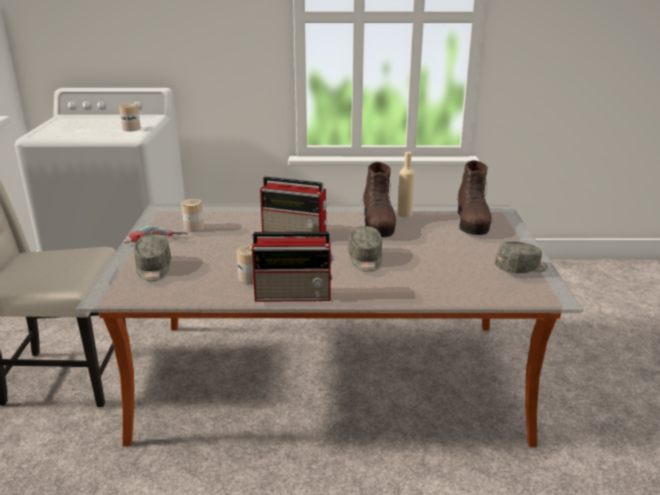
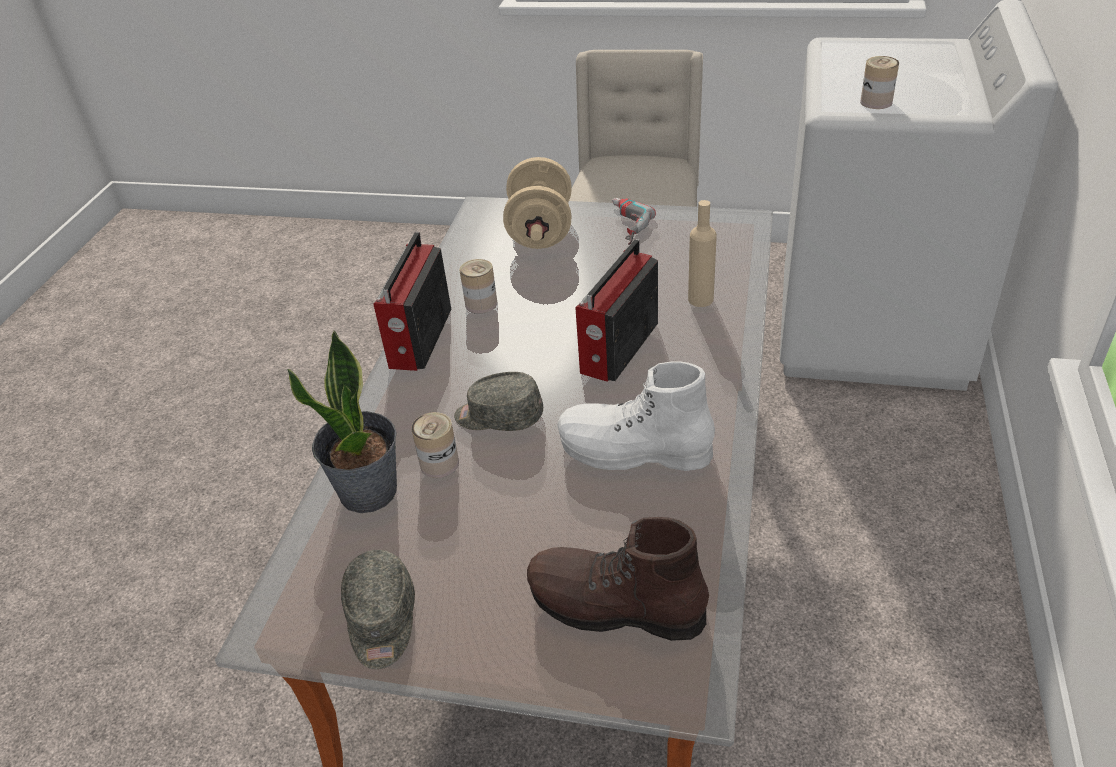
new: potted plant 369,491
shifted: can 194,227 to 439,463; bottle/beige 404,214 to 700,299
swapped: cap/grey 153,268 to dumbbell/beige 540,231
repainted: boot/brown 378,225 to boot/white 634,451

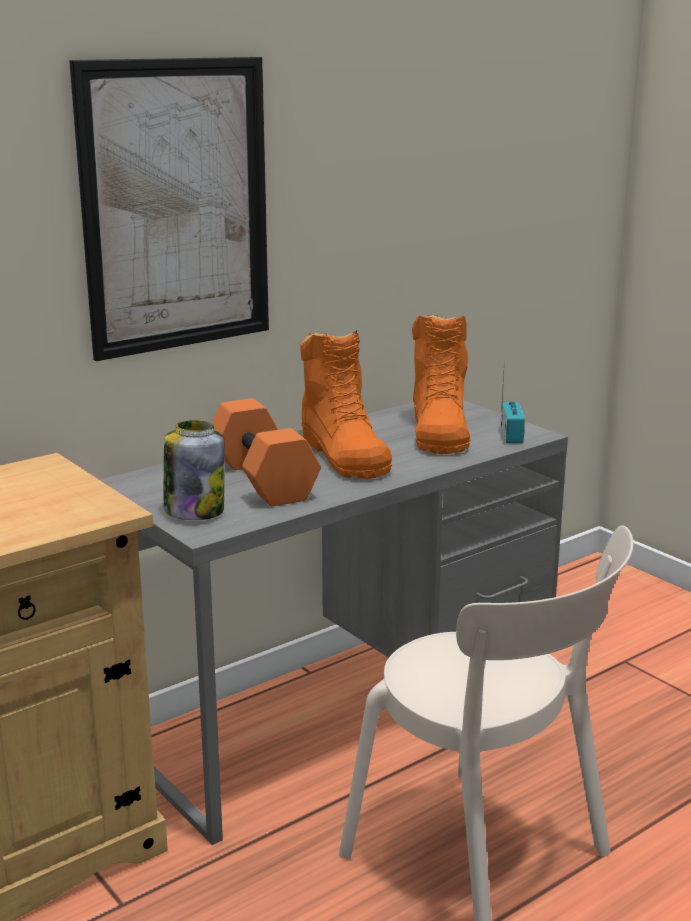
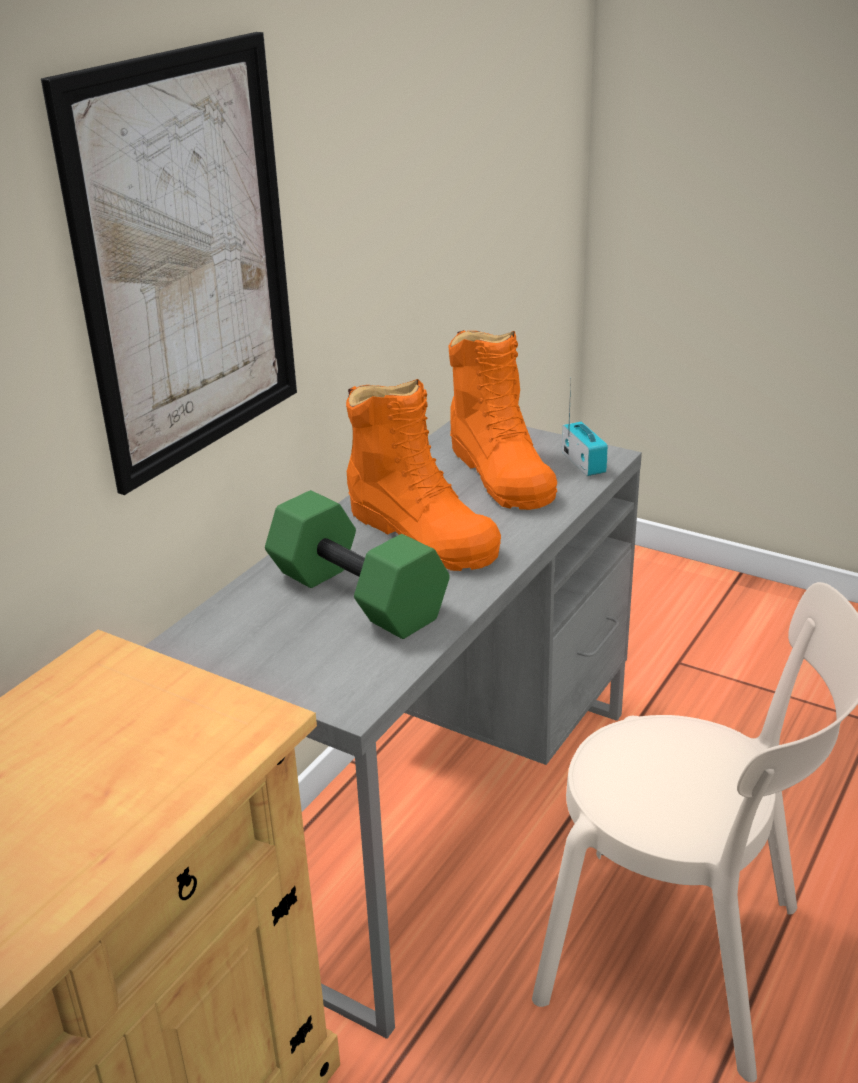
gone: jar 194,510
repainted: dumbbell/orange 265,479 to dumbbell/green 360,595

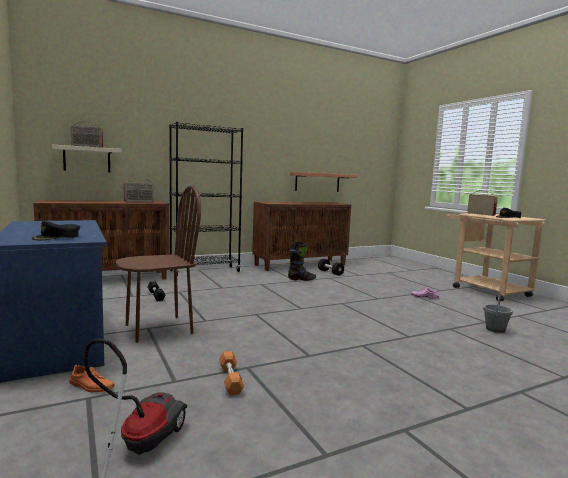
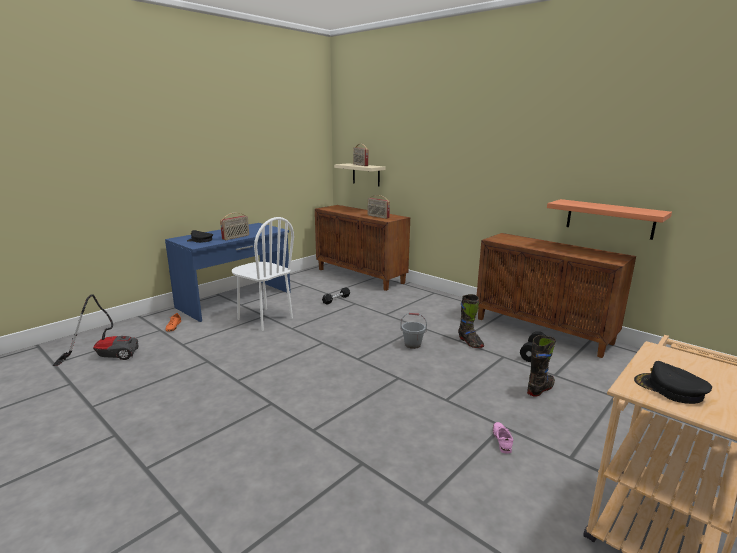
gone: bookcase/black 205,271; dumbbell/orange 230,379
new: boot/black 540,389
shifted: radio 481,214 to 236,237; bucket/grey 495,329 to 412,345
repainted: chair/brown 158,329 to chair/white 265,319

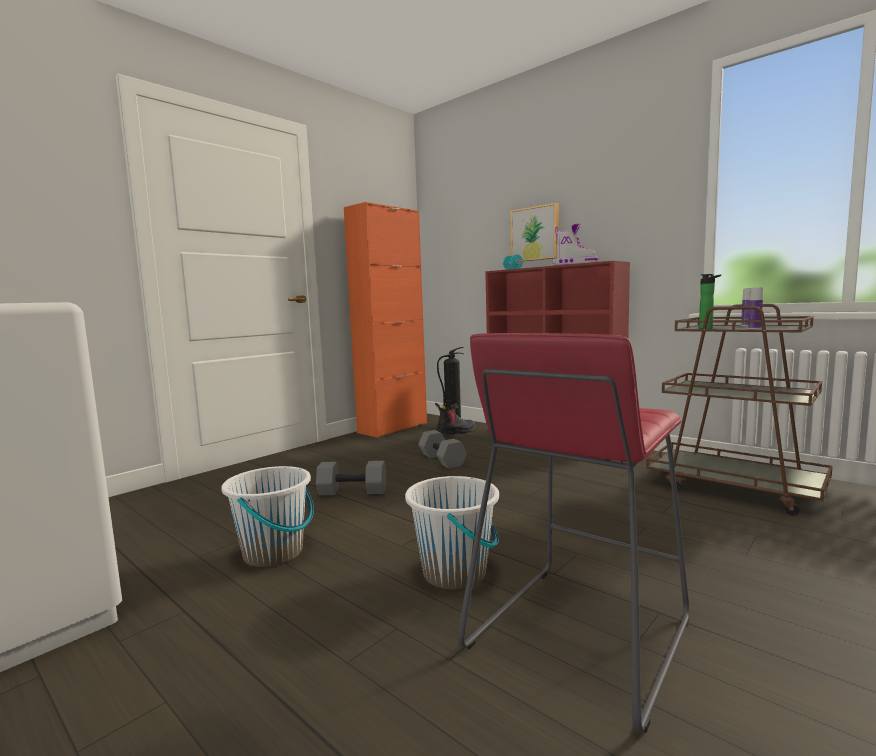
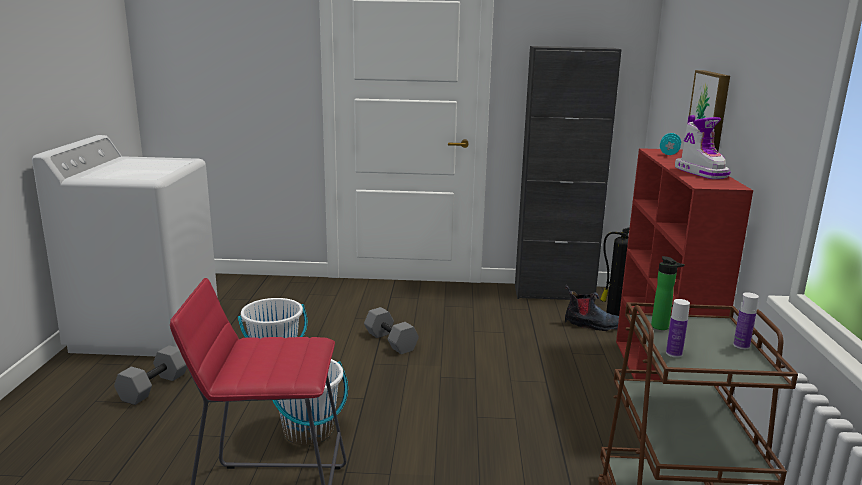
shifted: dumbbell/grey 443,460 to 154,387
repainted: cabinet/orange 393,428 to cabinet/black 553,293

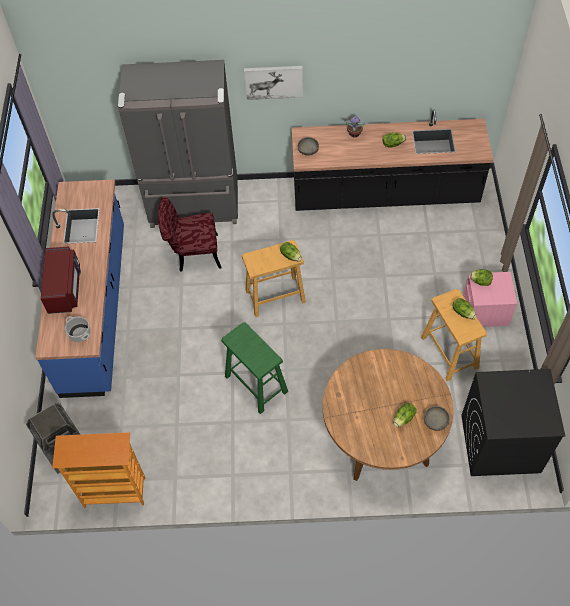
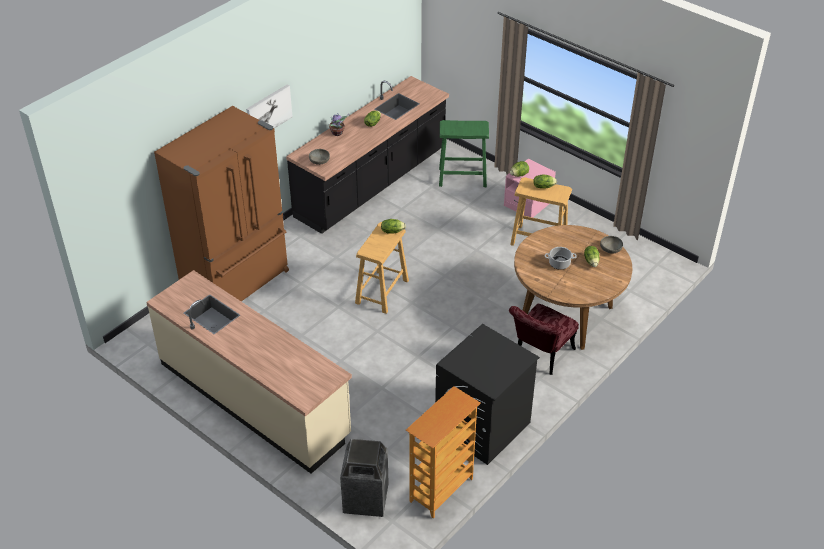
gone: microwave/red 65,288
shifted: washing machine/black 499,444 to 482,426; stool/green 256,384 to 463,177; chair/red 193,254 to 540,356; cooking pot 80,333 to 559,263
repainted: counter/blue 96,309 to counter/beige 254,399; fridge/grey 194,206 to fridge/brown 238,282

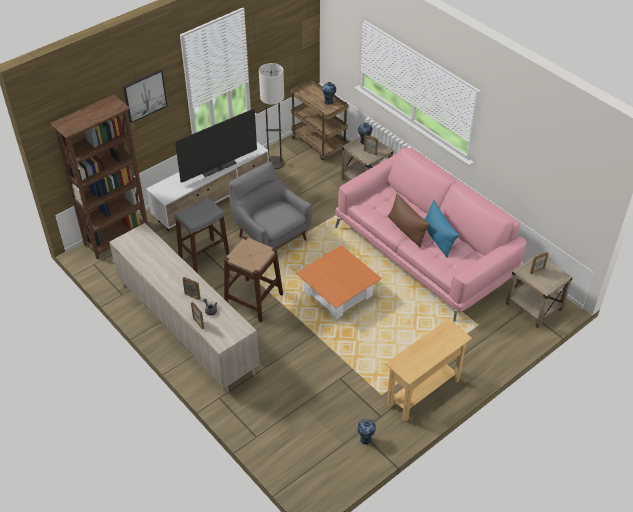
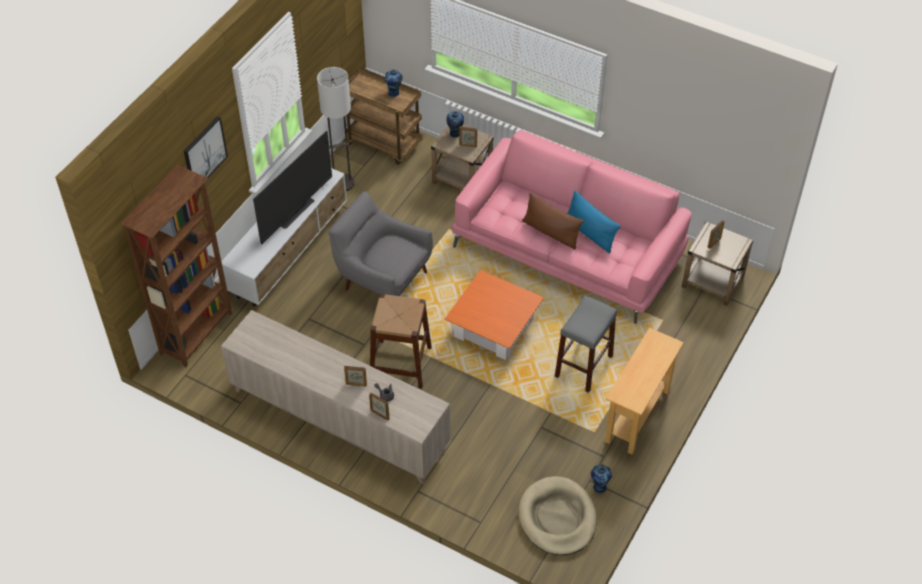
new: dog bed/beige 557,518
shifted: stool/grey 204,256 to 583,366

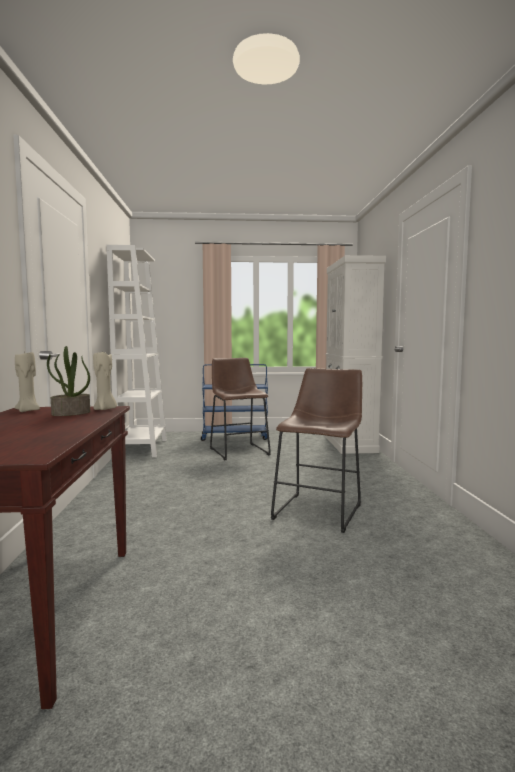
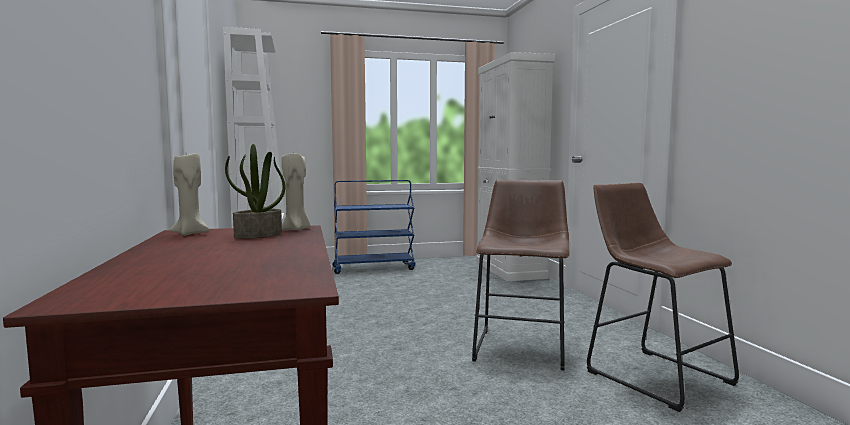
shifted: stool/brown 238,450 to 652,374

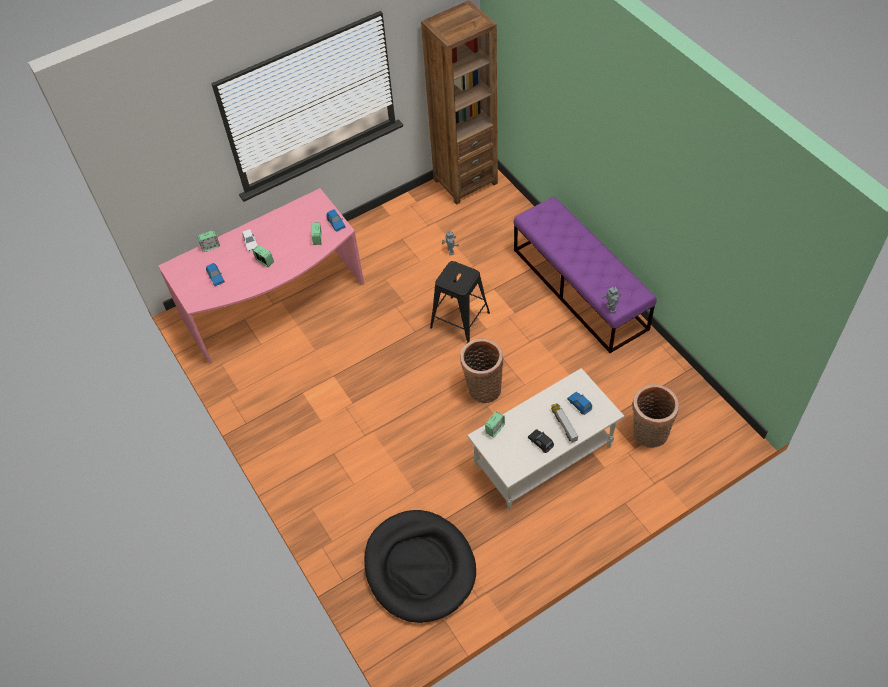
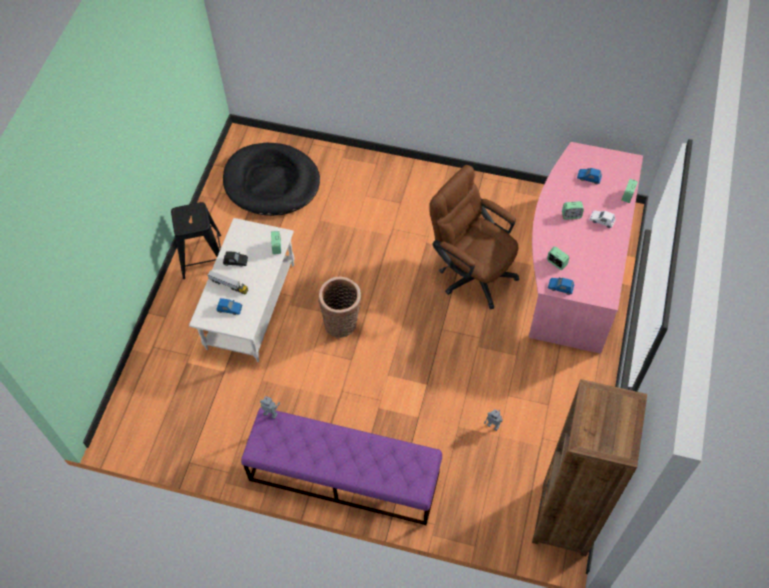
gone: basket 648,434
new: office chair/brown 472,271
shifted: stool/black 460,320 to 202,256

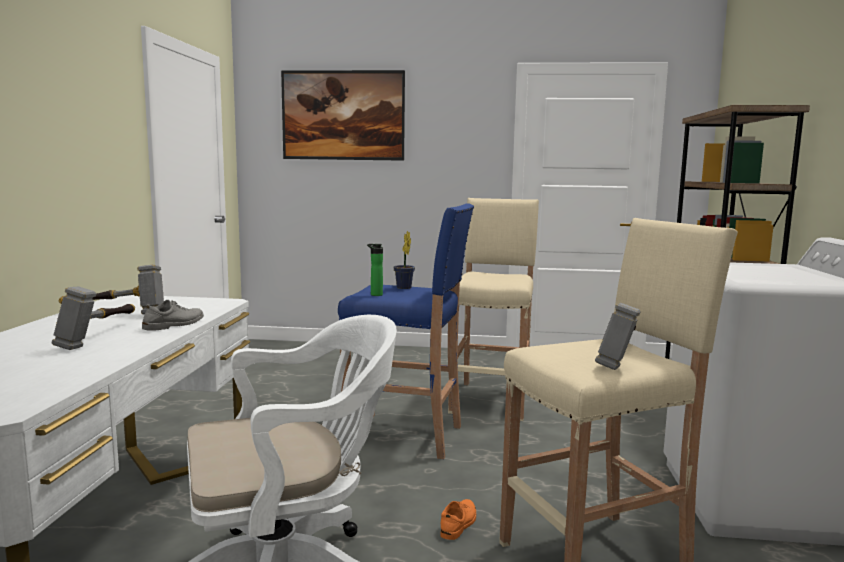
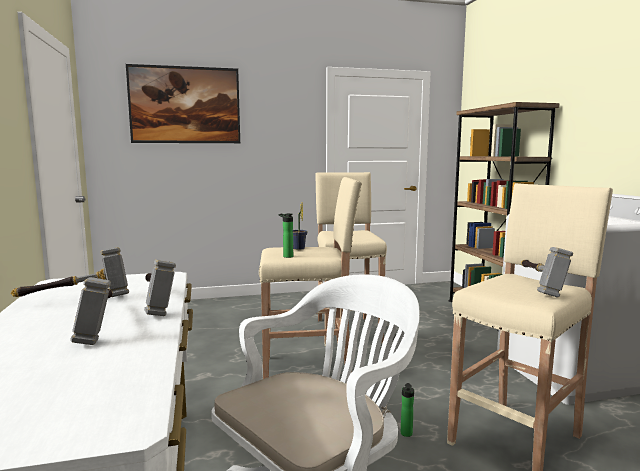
swapped: shoe/grey 174,324 to hammer 156,303; shoe/orange 459,523 to bottle 406,434
repainted: stool/blue 406,436 to stool/beige 309,370

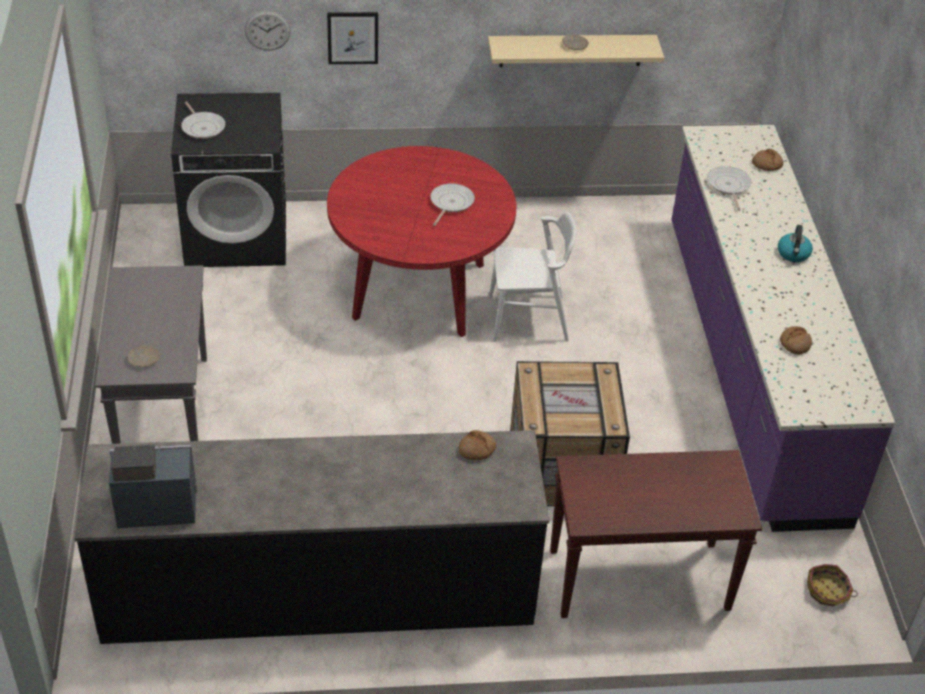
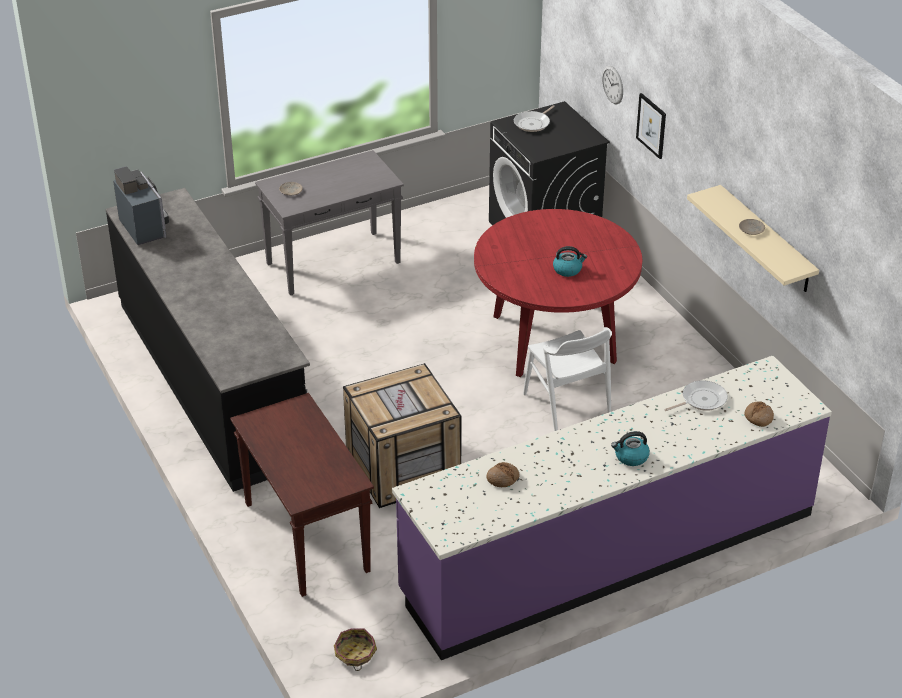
gone: bread 476,449
swapped: frying pan 450,203 to kettle 568,269

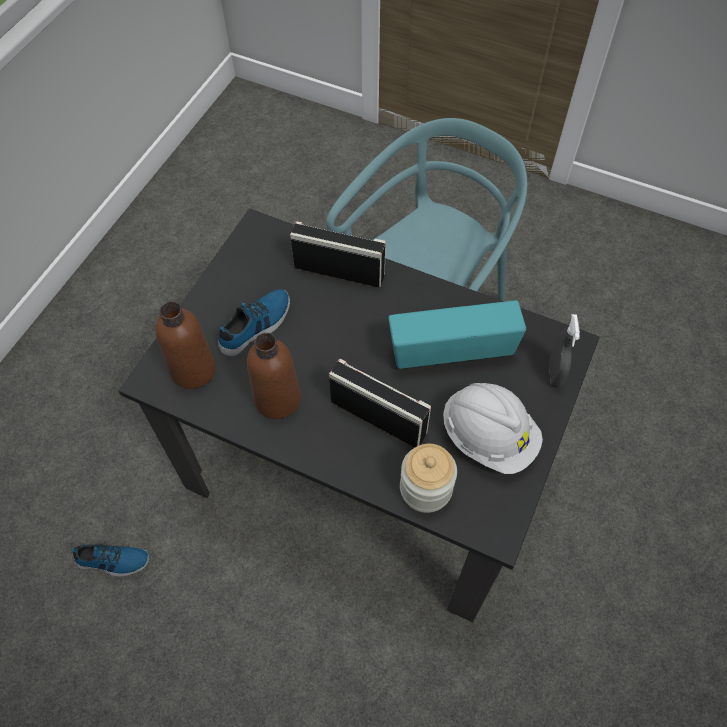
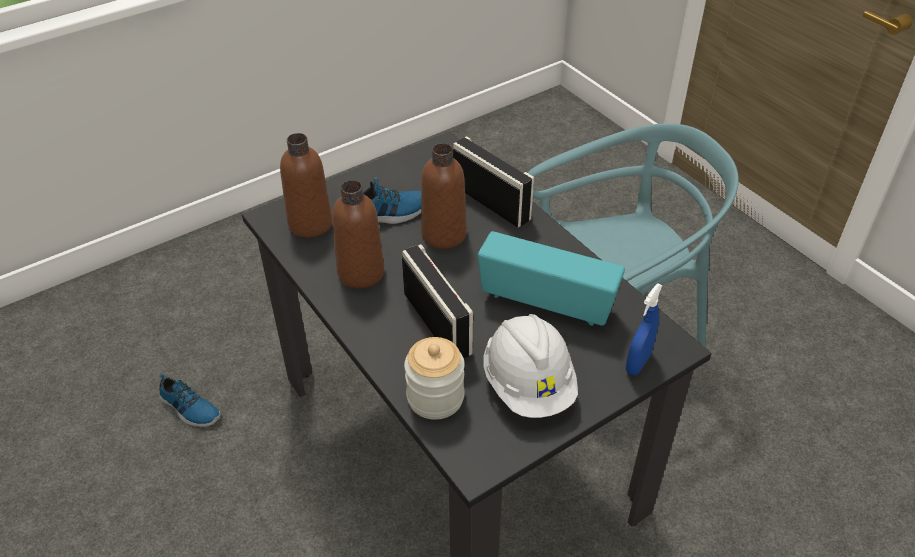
new: bottle/brown 443,234
repainted: spray bottle/grey 555,374 to spray bottle/blue 638,363

